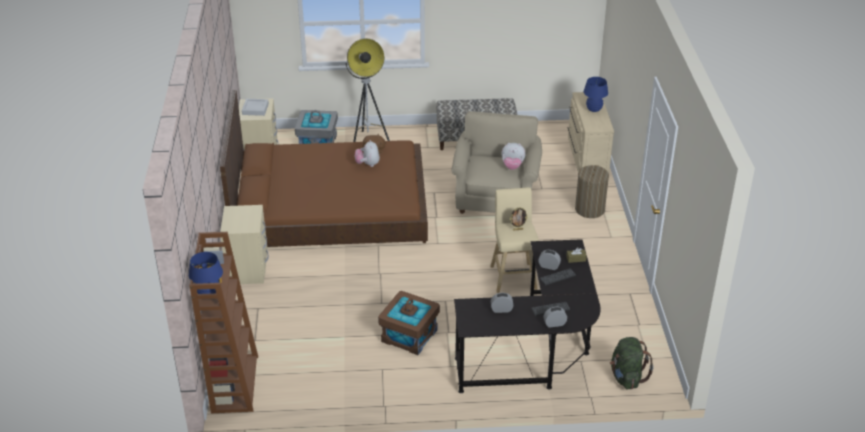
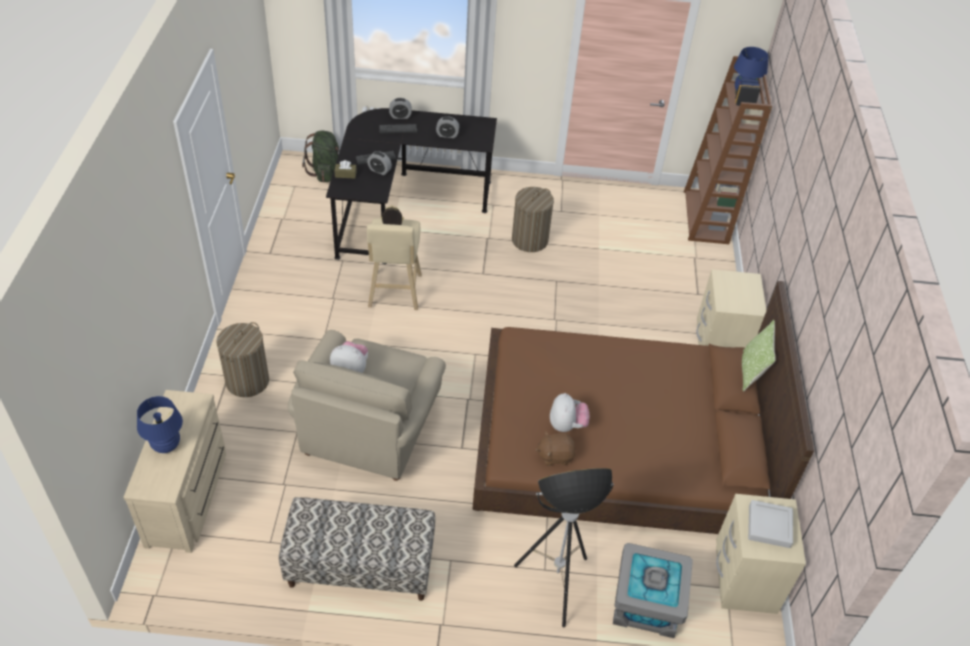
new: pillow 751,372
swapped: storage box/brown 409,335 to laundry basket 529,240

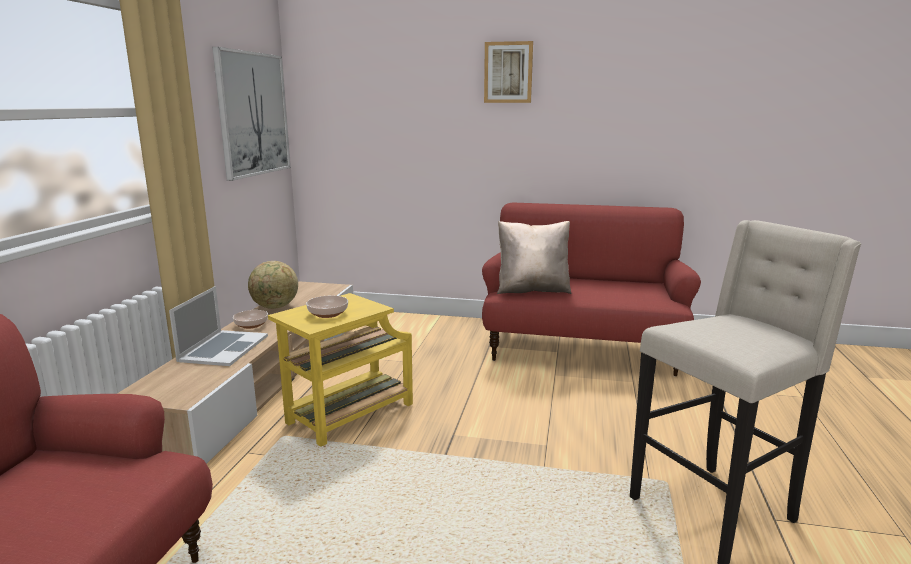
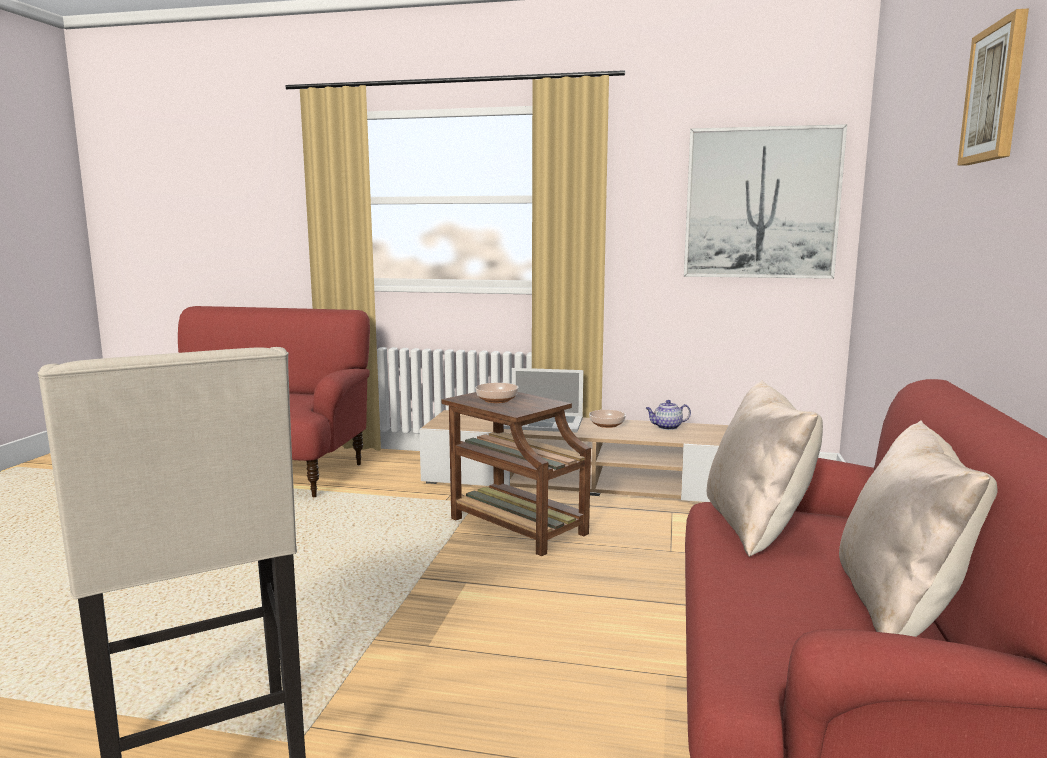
new: pillow/beige 901,607
swapped: globe 275,307 to teapot 667,427
repainted: side table/yellow 347,415 to side table/brown 515,526

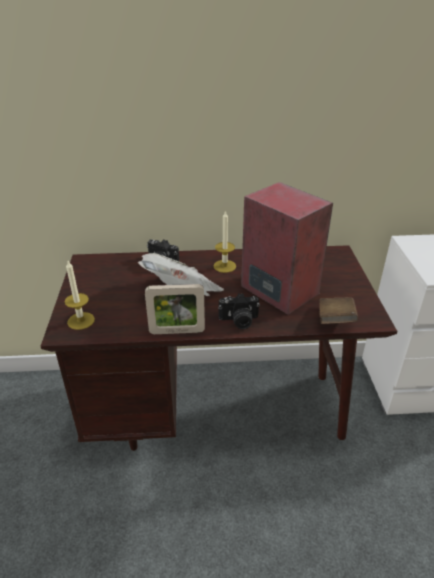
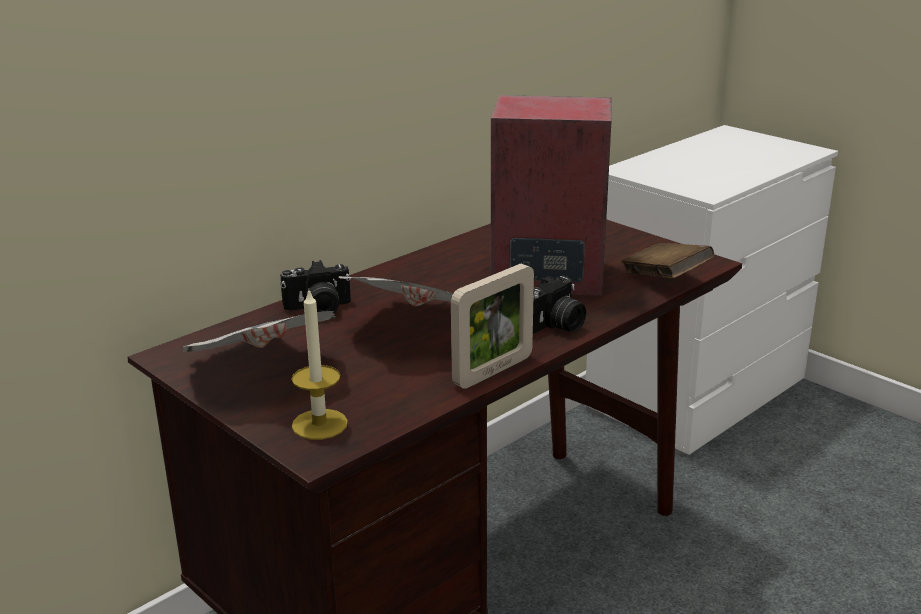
gone: candle 224,266
new: newspaper 262,371

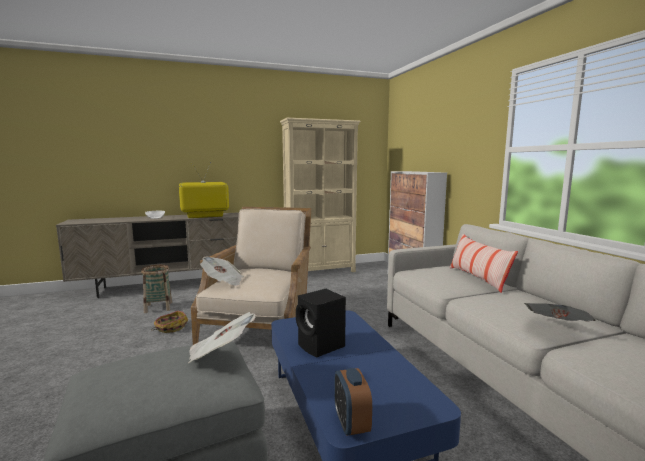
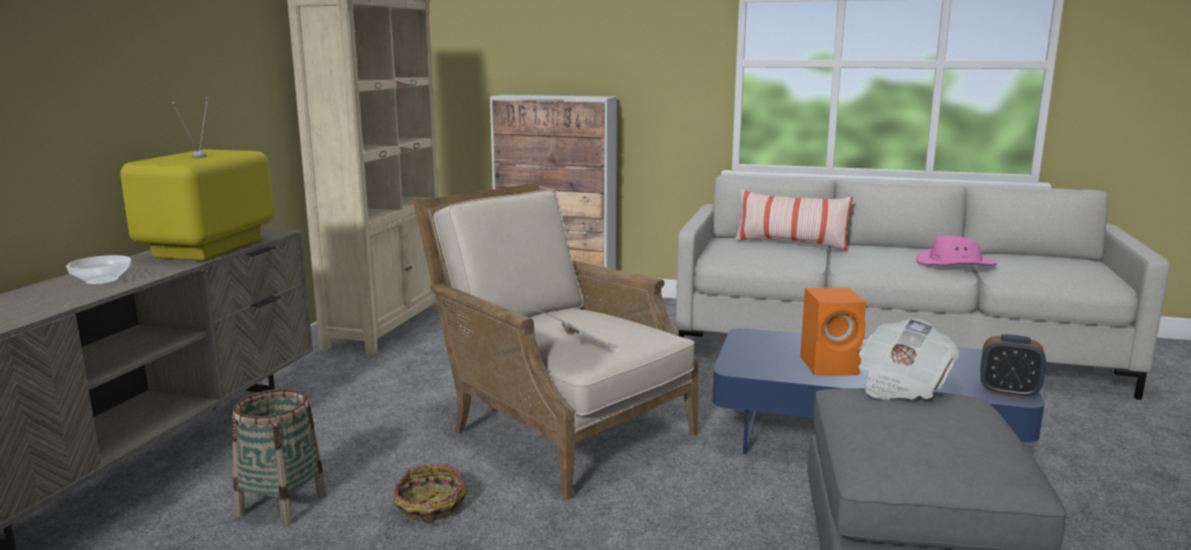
swapped: newspaper 556,328 to hat/pink 955,263
repainted: speaker/black 321,346 to speaker/orange 831,366

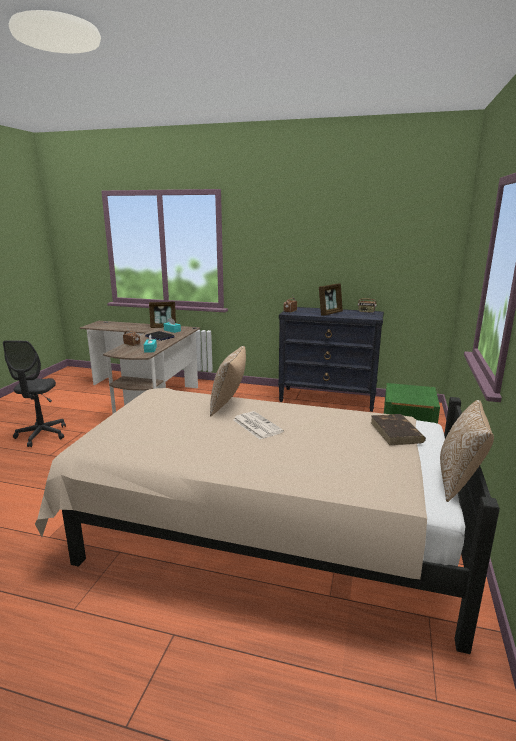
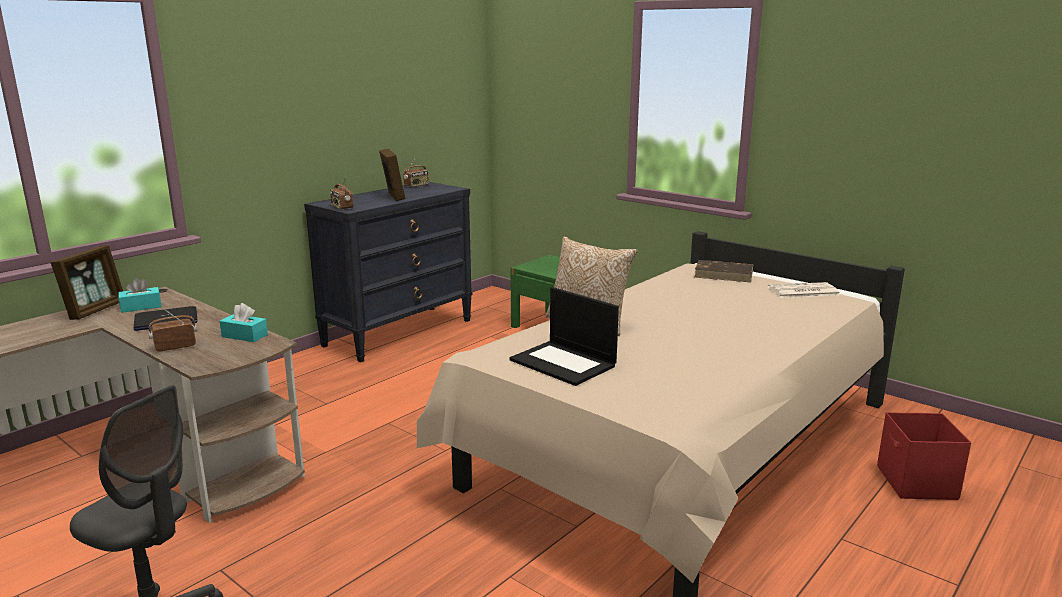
gone: pillow 459,481
new: laptop 564,363; storage box/red 916,483
shifted: newspaper 256,425 to 802,291

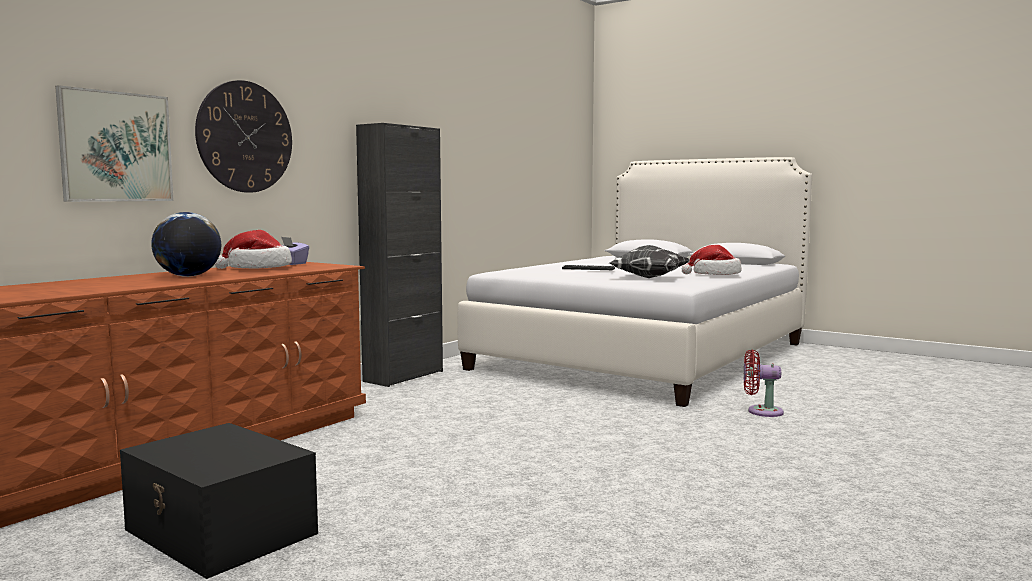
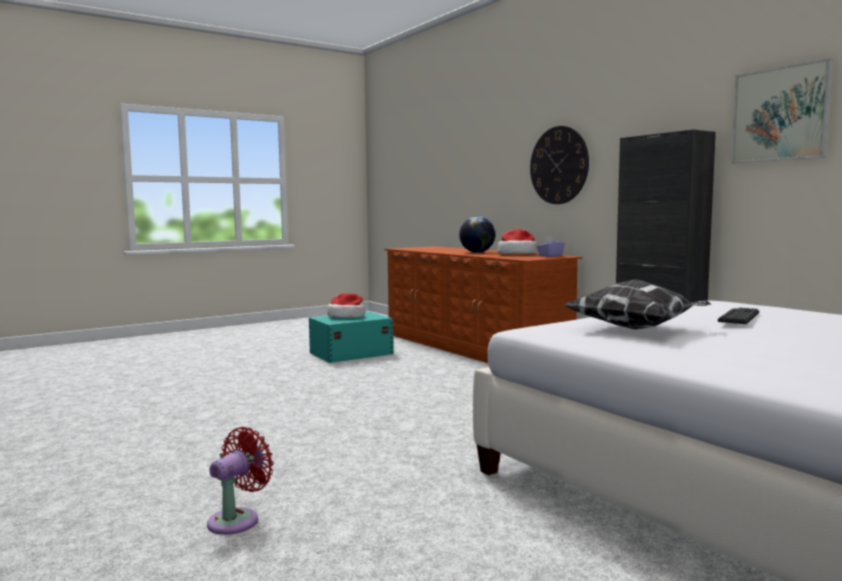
shifted: fan/red 761,411 to 237,519; hat 714,274 to 347,316; picture 116,147 to 779,114
repainted: storage box/black 221,532 to storage box/turquoise 350,353

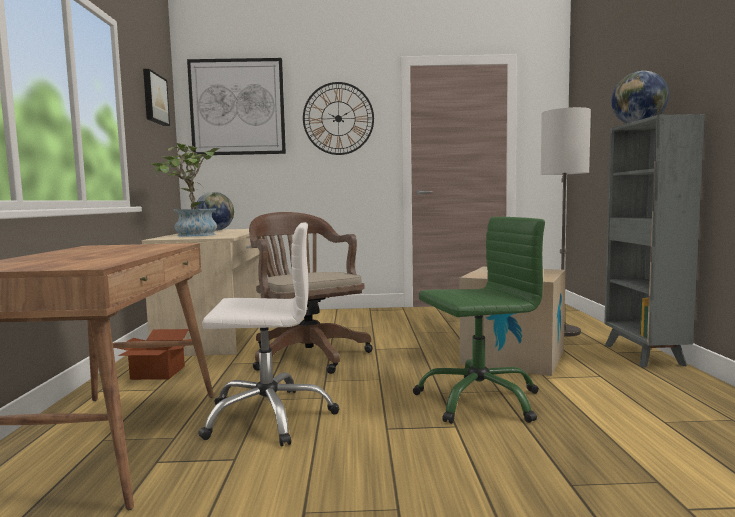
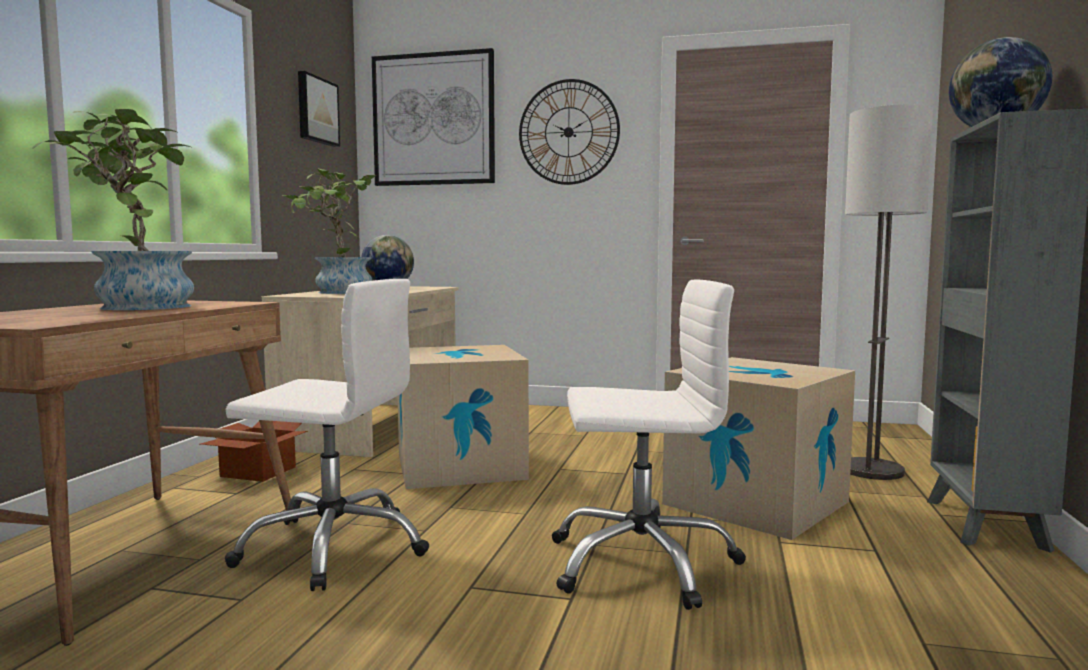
new: potted plant 133,306
swapped: office chair/brown 306,354 to cardboard box 460,466
repainted: office chair/green 478,400 to office chair/white 641,563

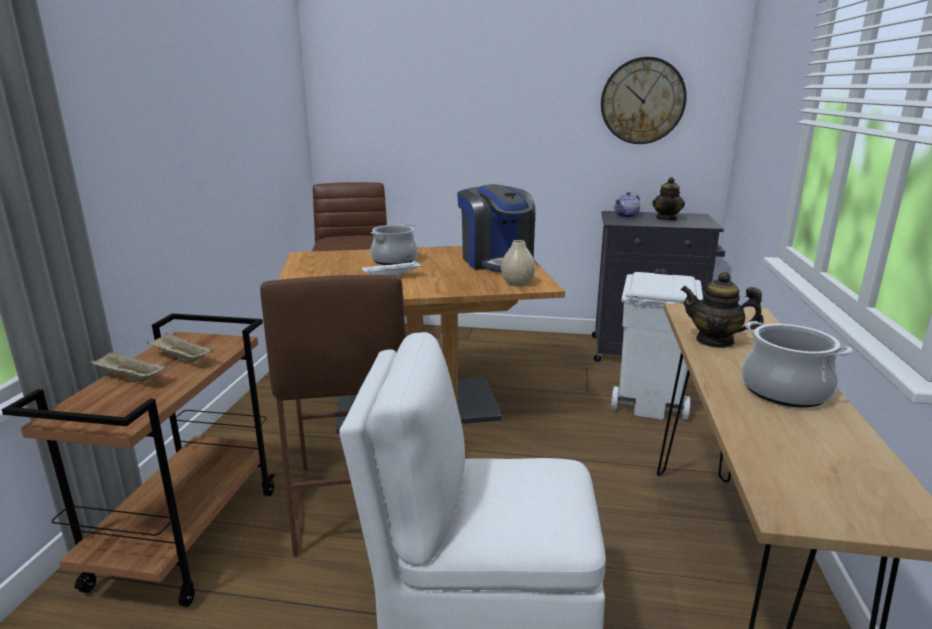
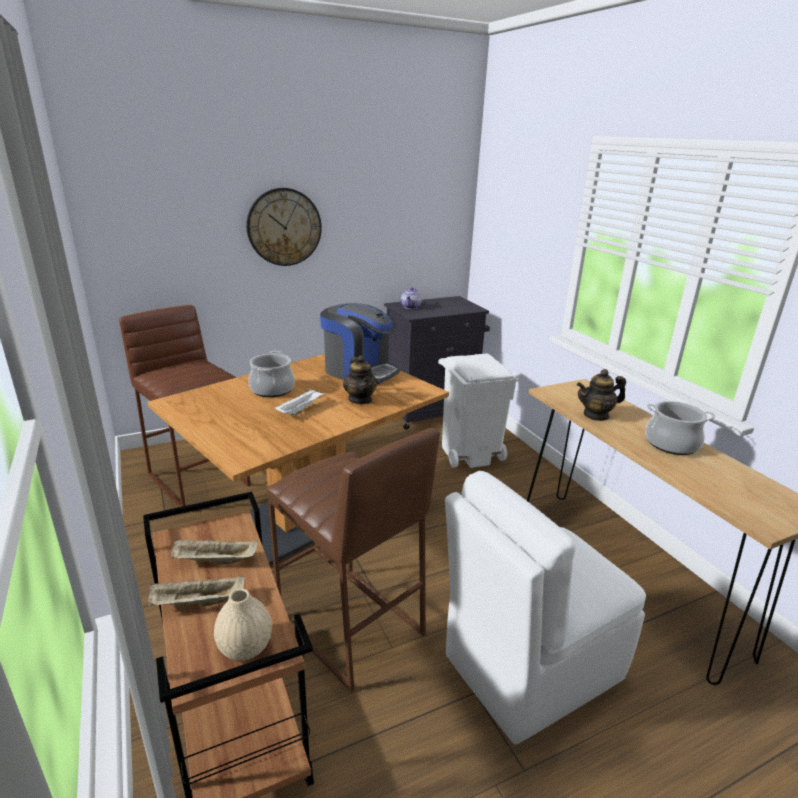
shifted: vase/beige 517,283 to 245,647; wall clock 642,101 to 284,227; teapot 666,218 to 360,399

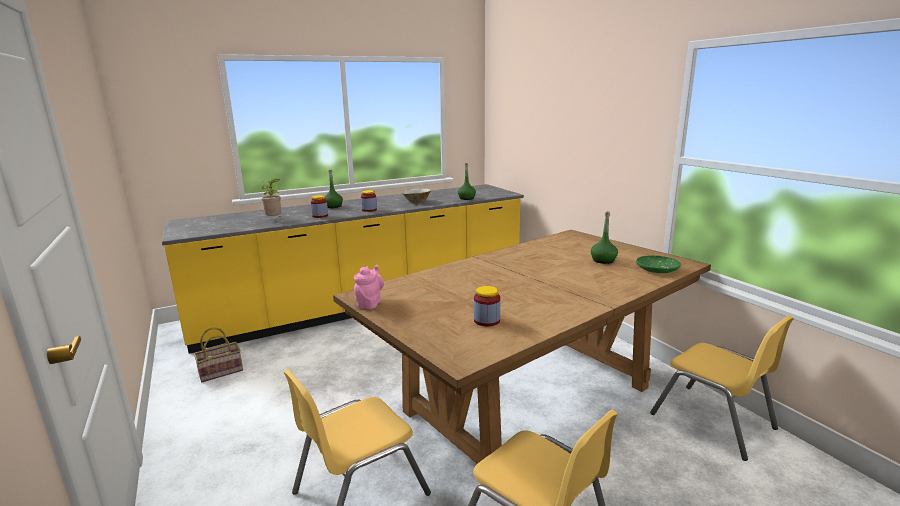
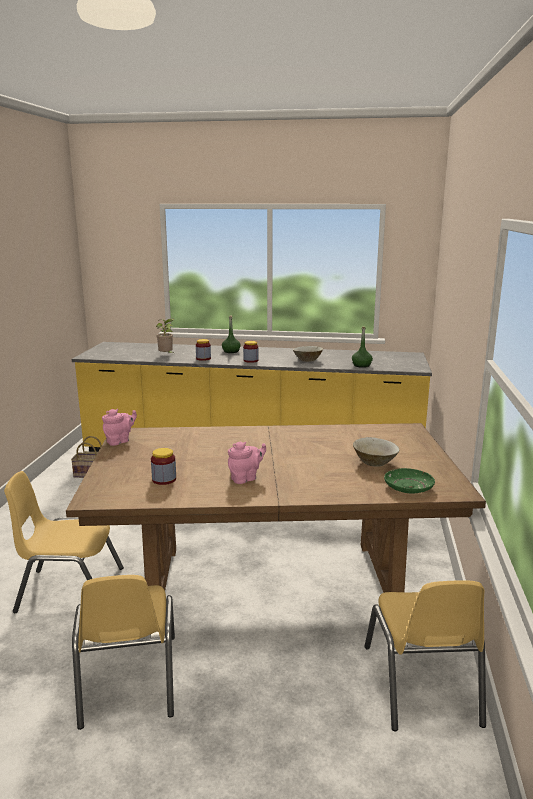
new: teapot/pink 245,478
swapped: bottle/green 603,260 to bowl/beige 375,462

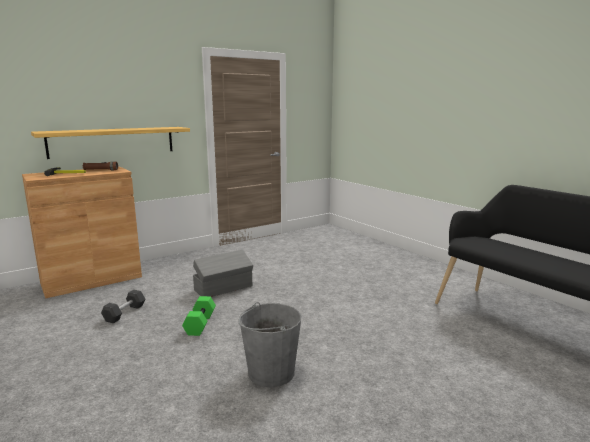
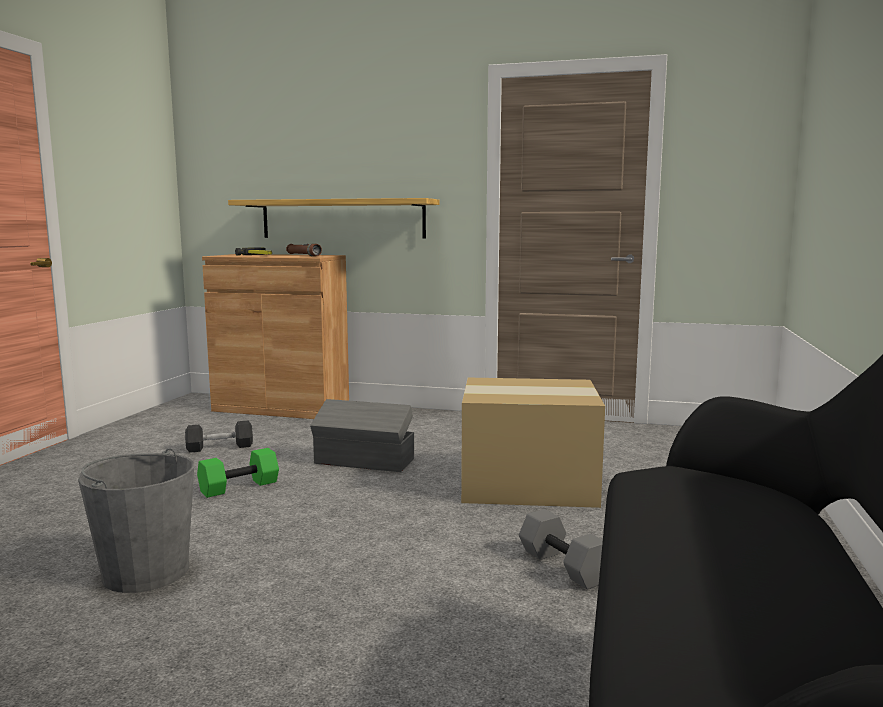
new: cardboard box 530,484; dumbbell/grey 566,566

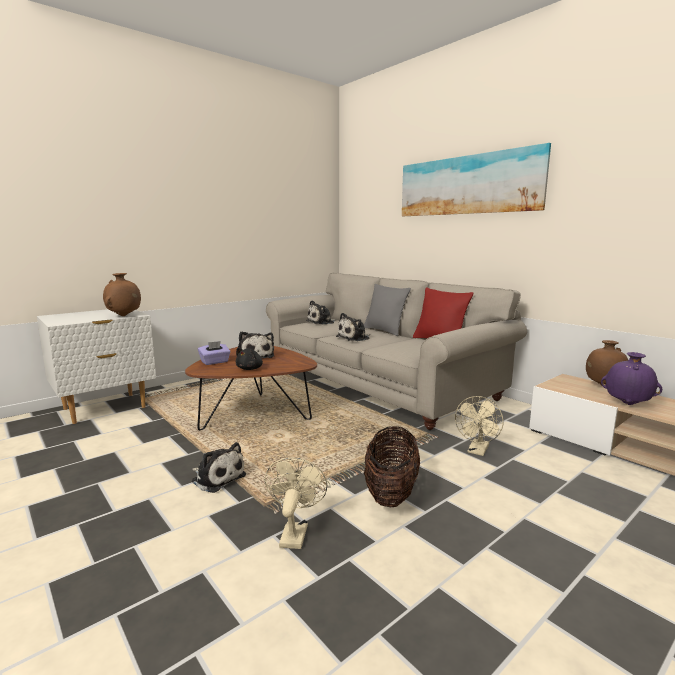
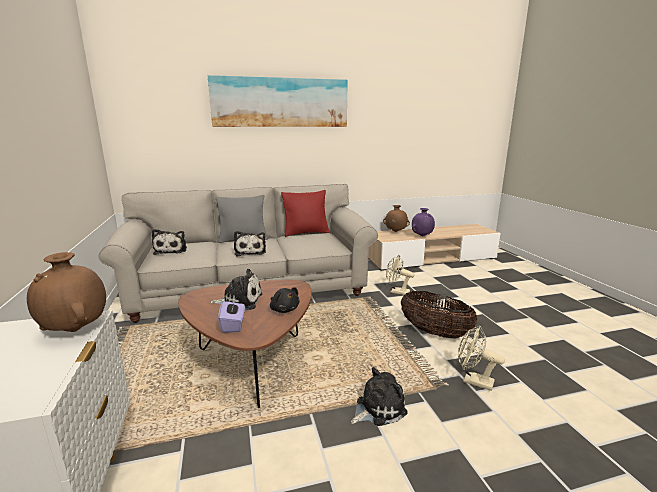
rotated: fan/beige 477,451 = 396,292 150 degrees clockwise

